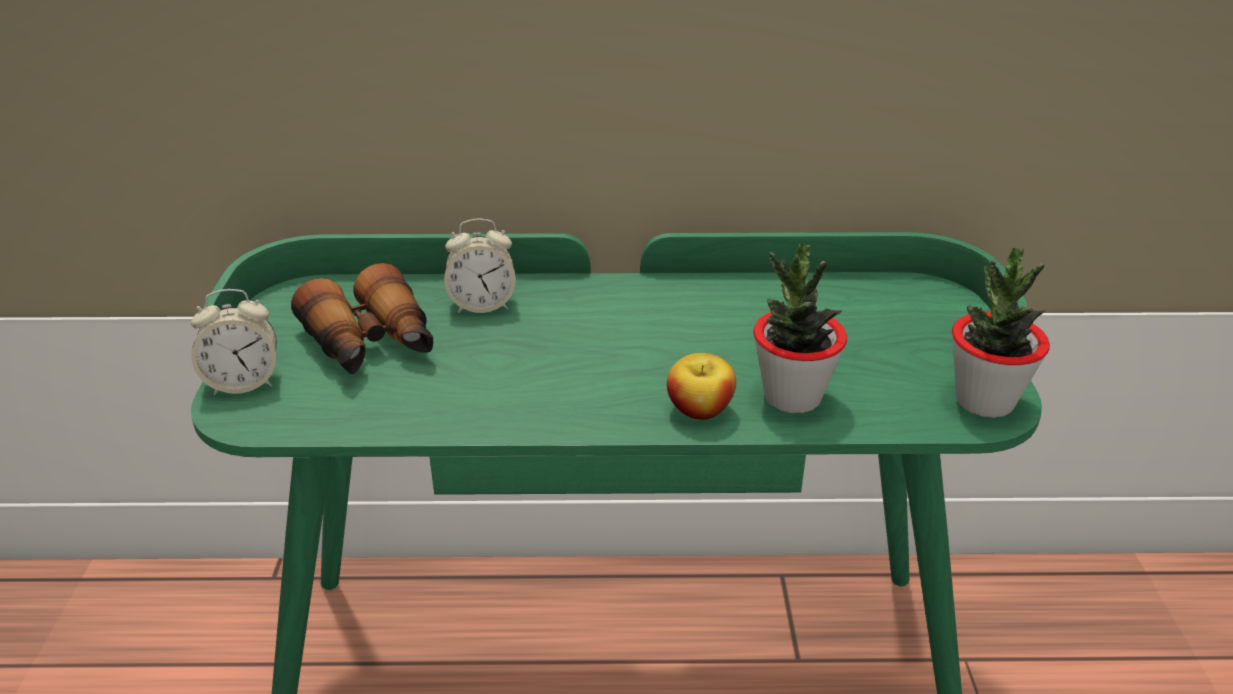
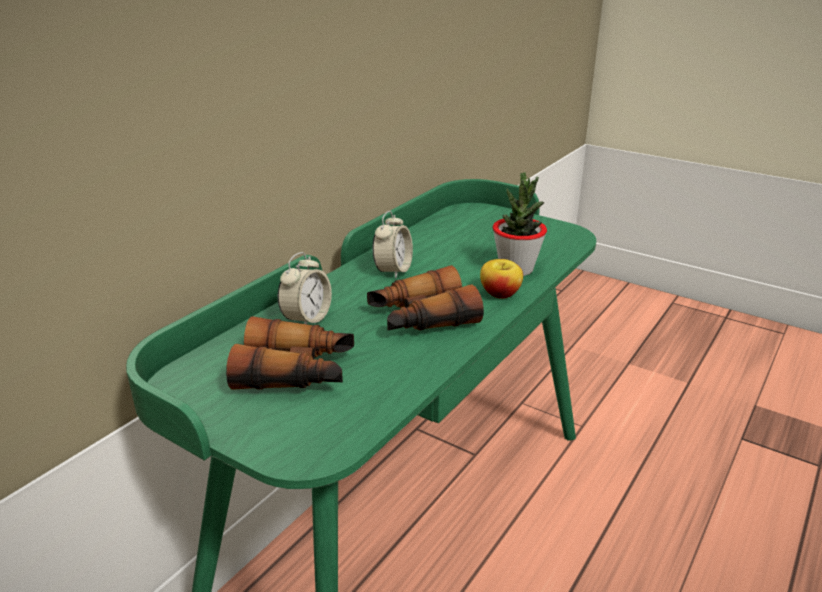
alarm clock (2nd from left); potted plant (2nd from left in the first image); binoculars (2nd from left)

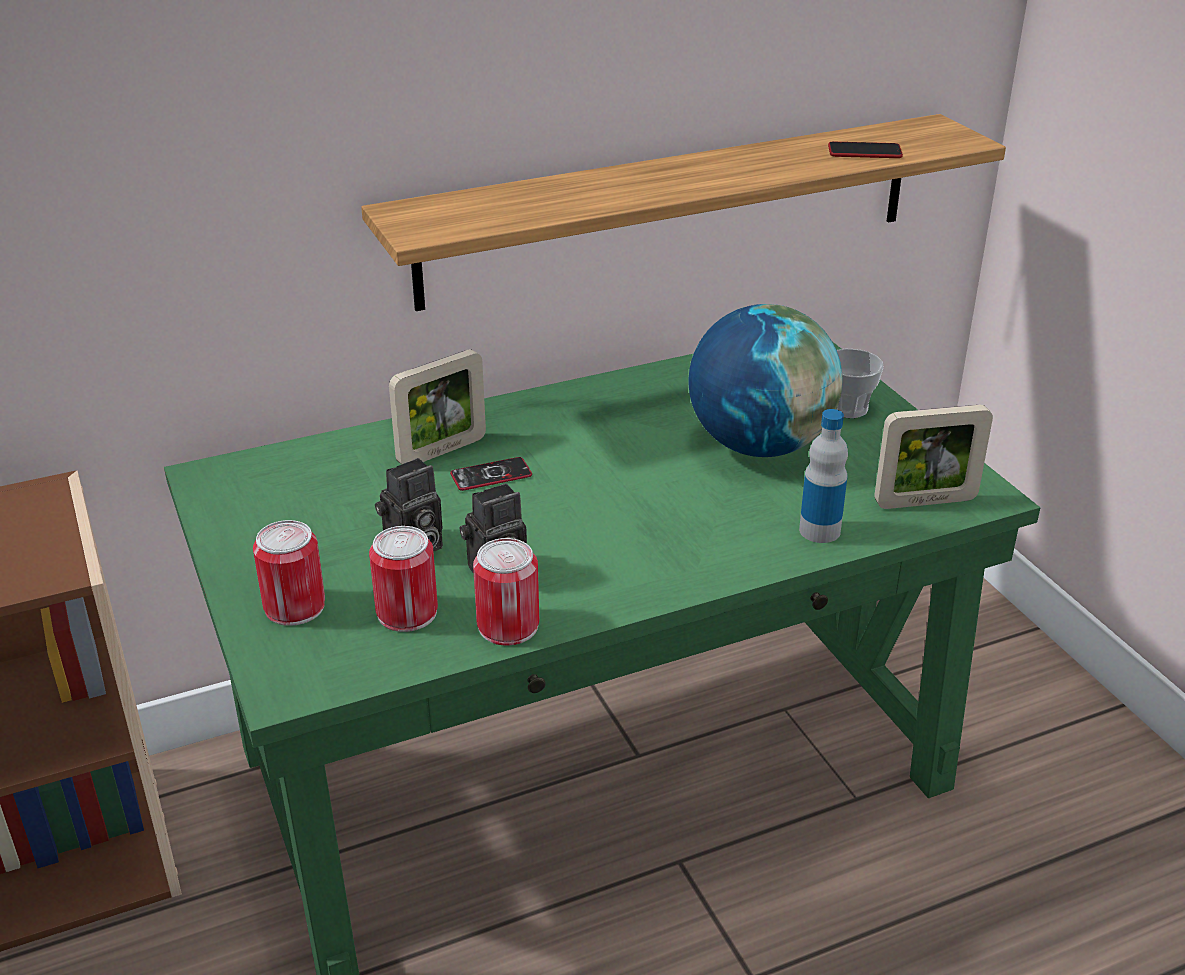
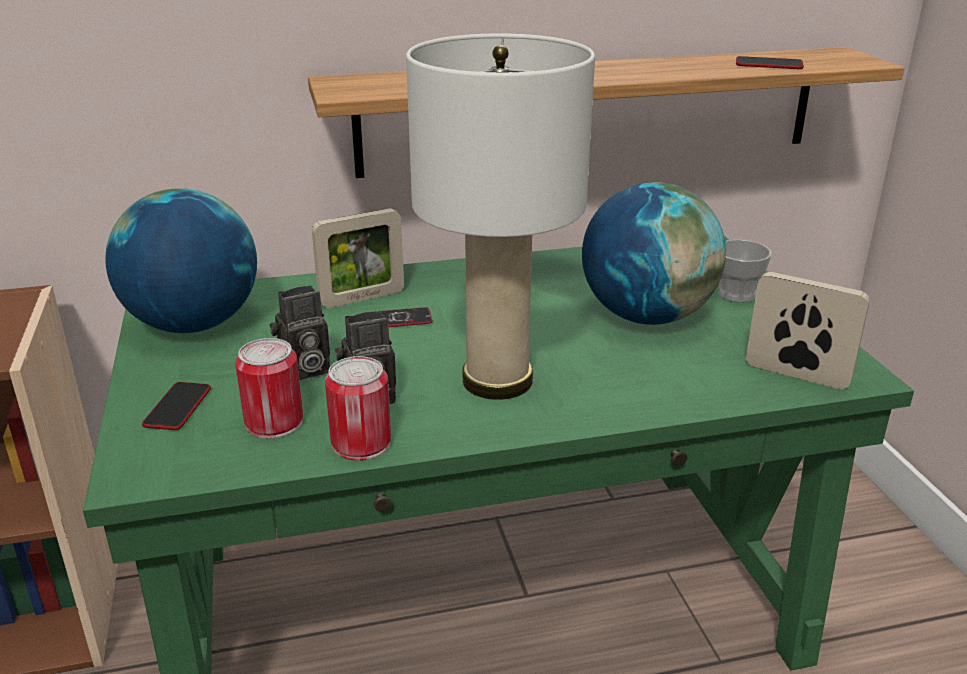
phone (1st from left); bottle; picture frame (2nd from left); globe (1st from left); table lamp in white

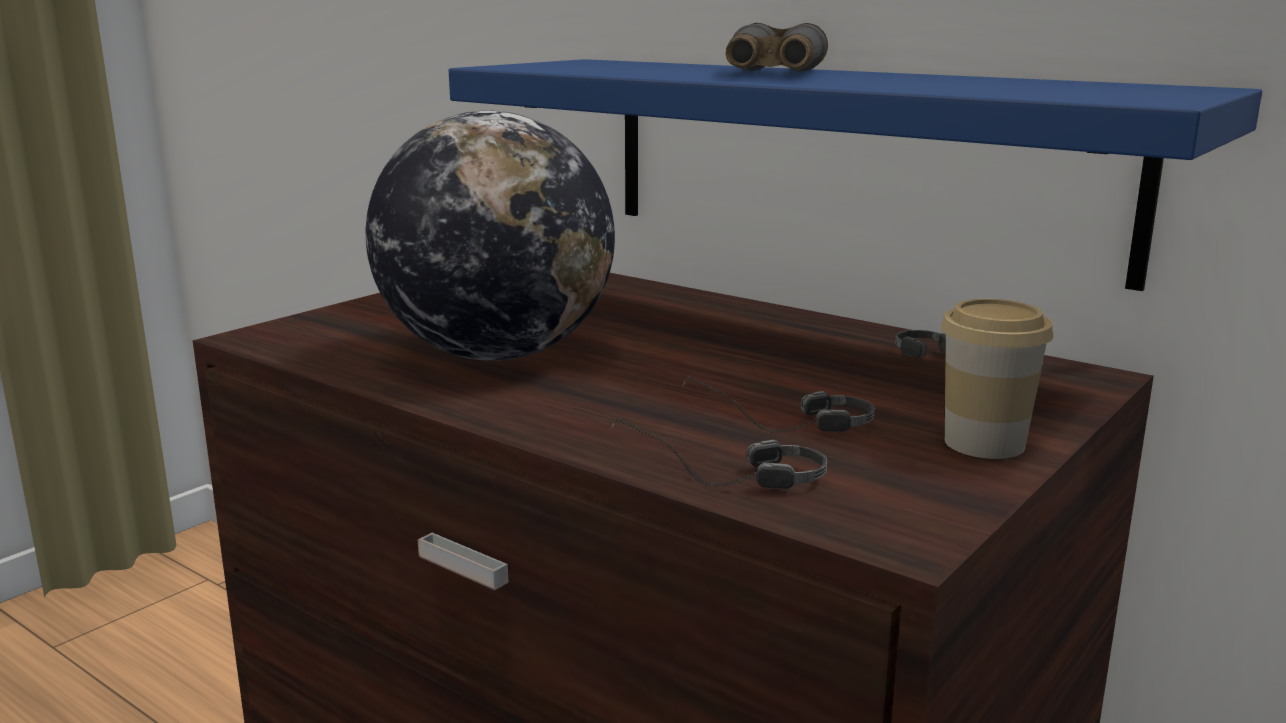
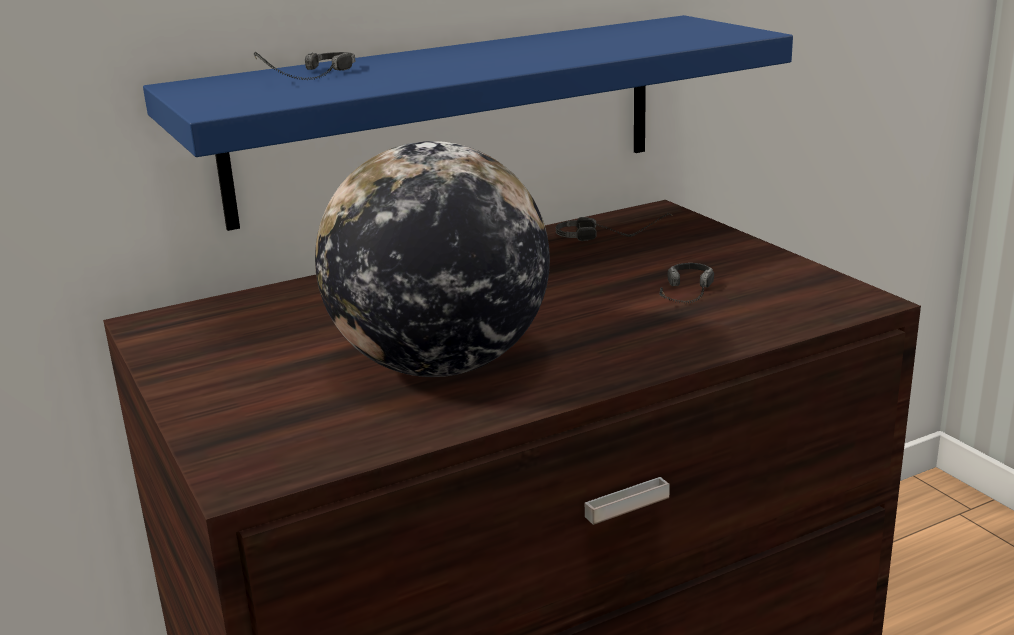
headphones (1st from left); binoculars in grey; cup

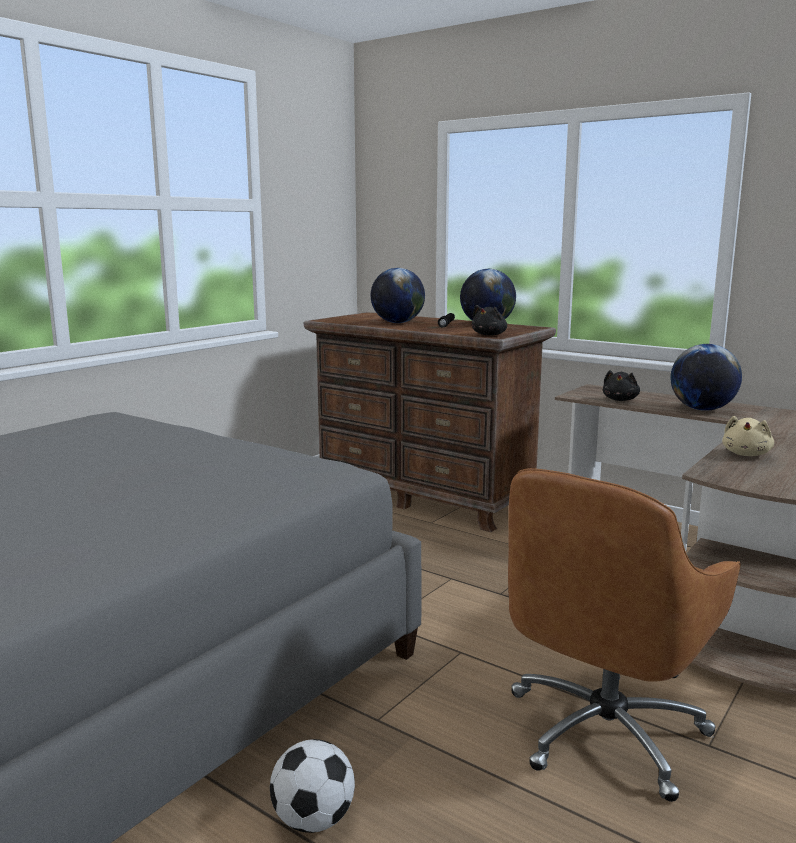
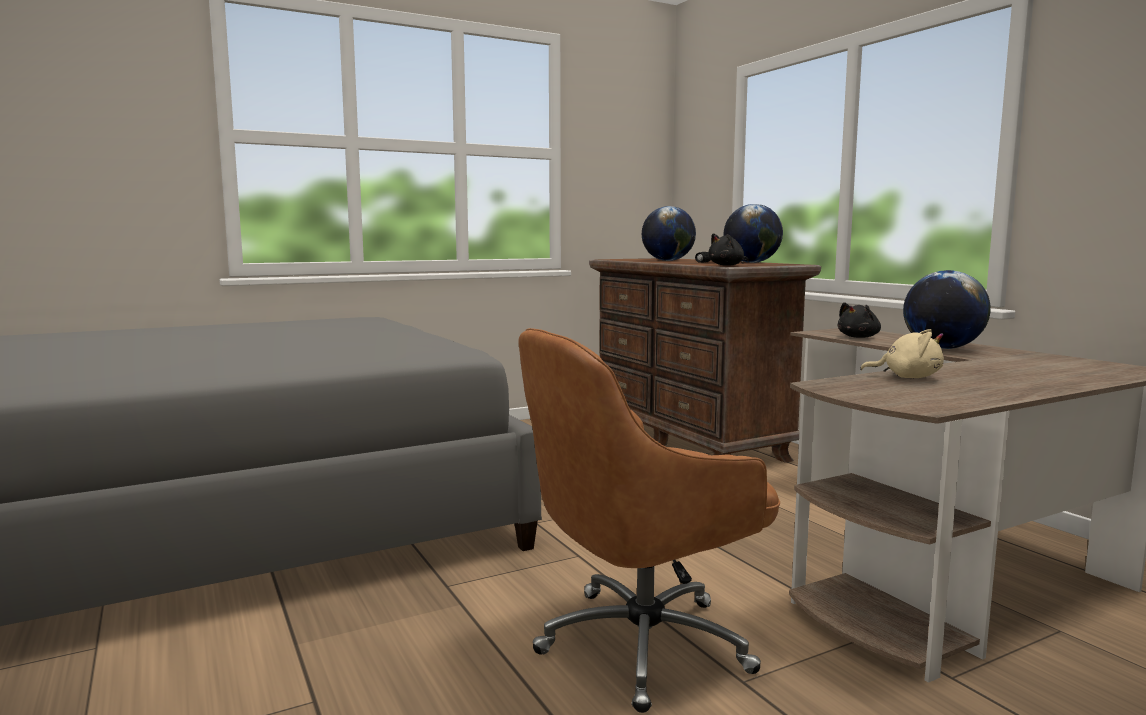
football; plush toy in beige

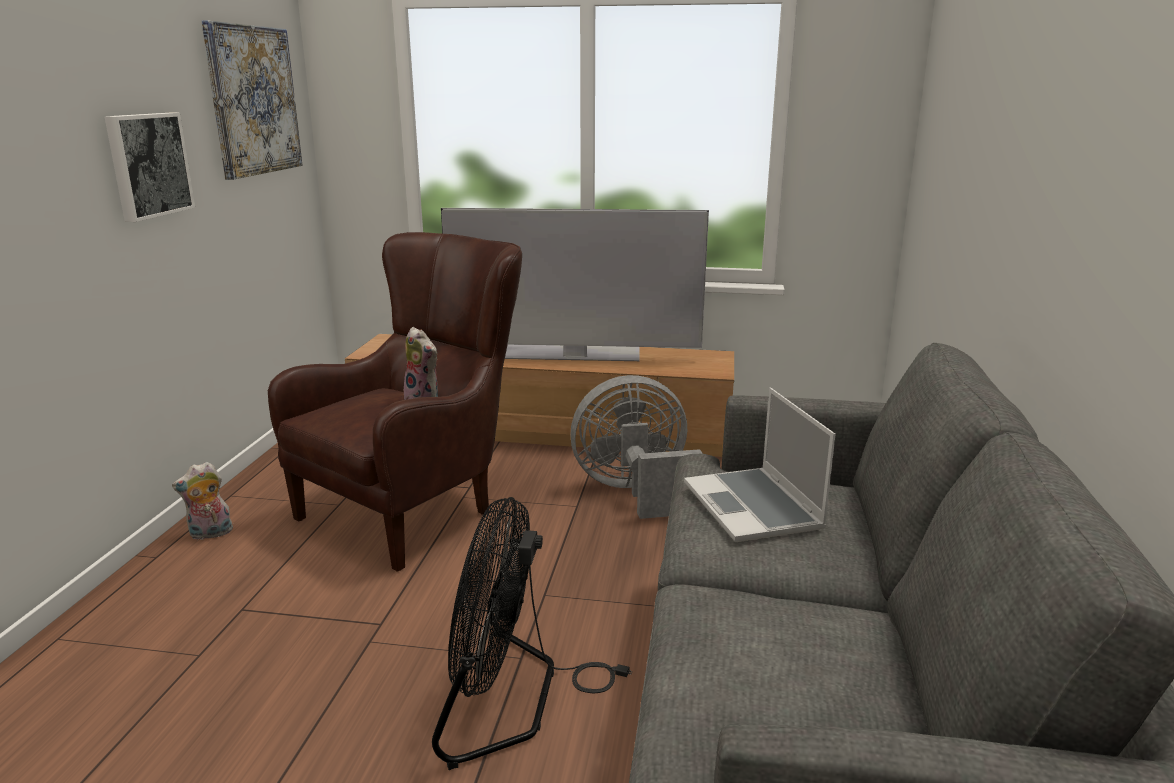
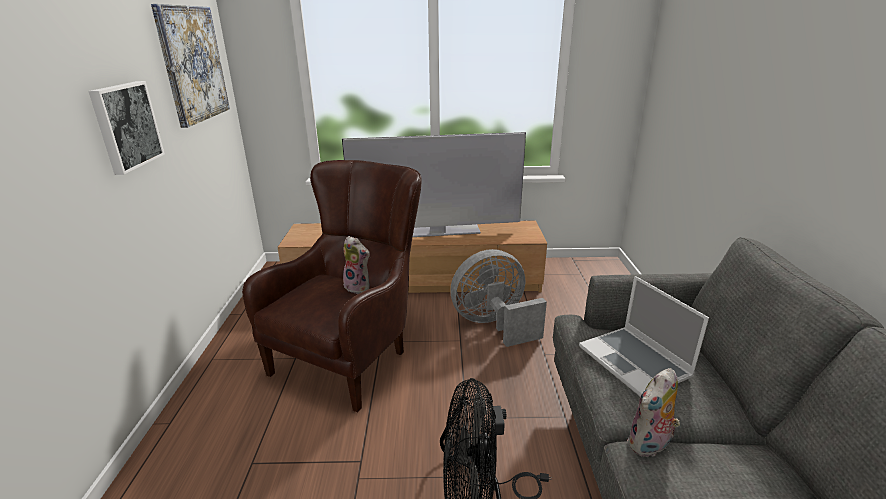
plush toy (2nd from left)

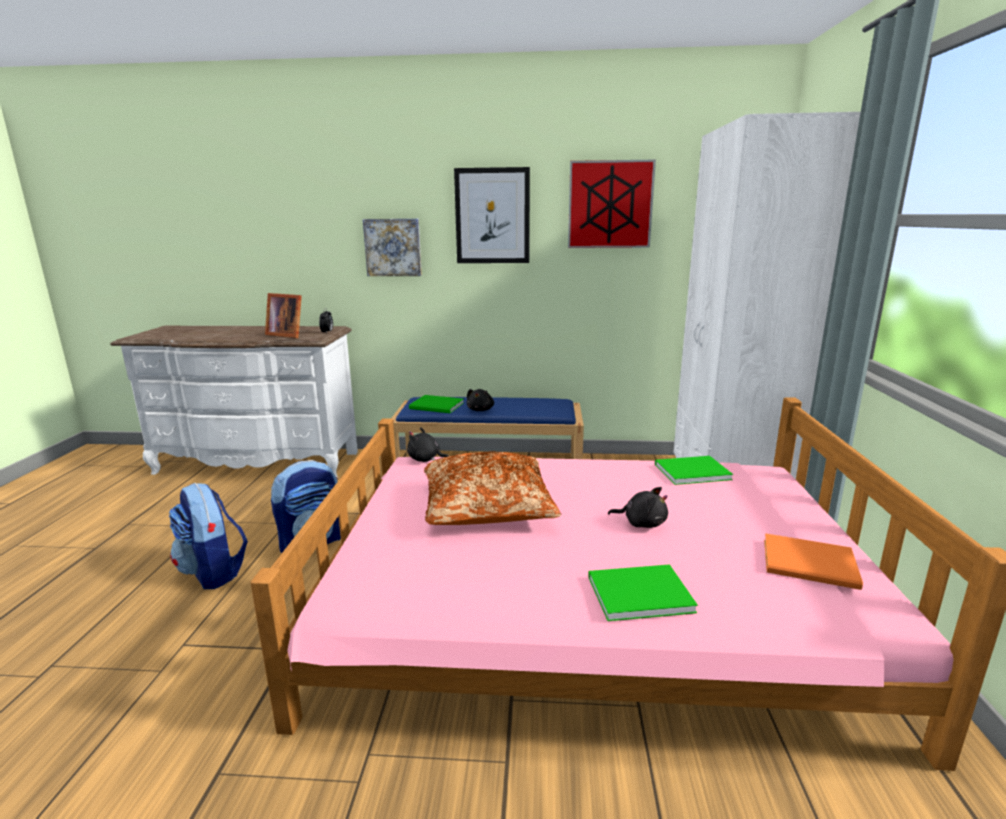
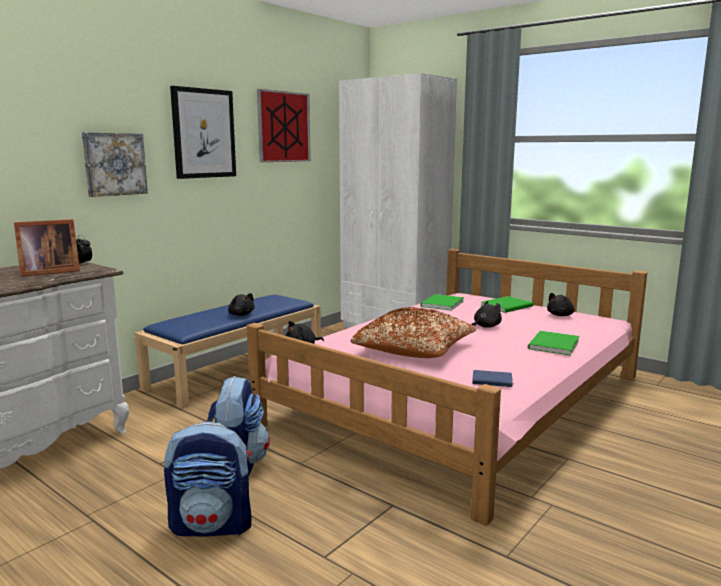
book in green (2nd from left); plush toy in black (4th from left); book in blue

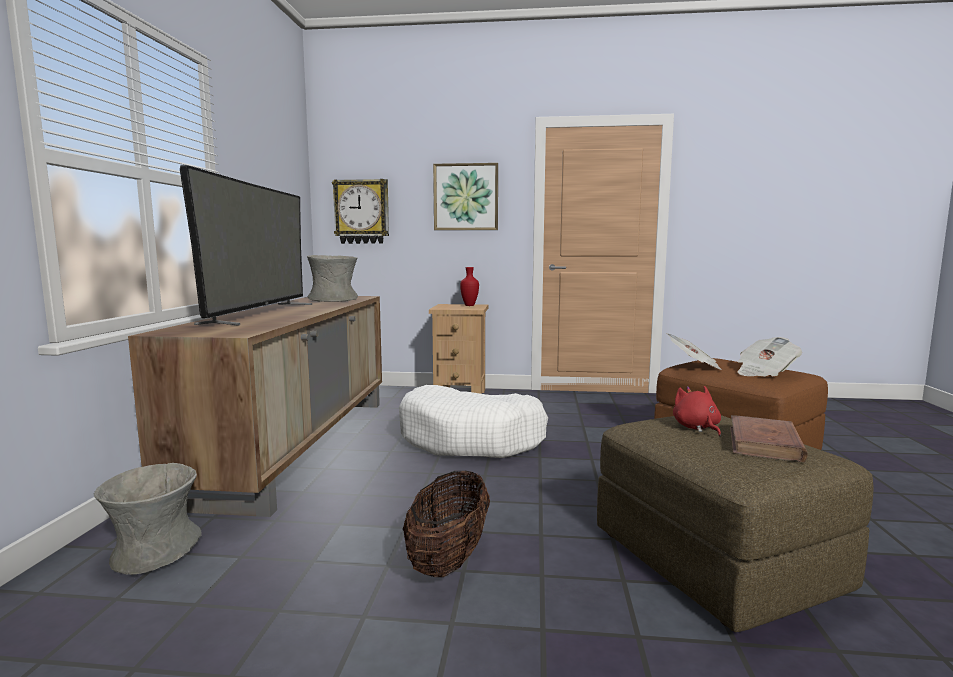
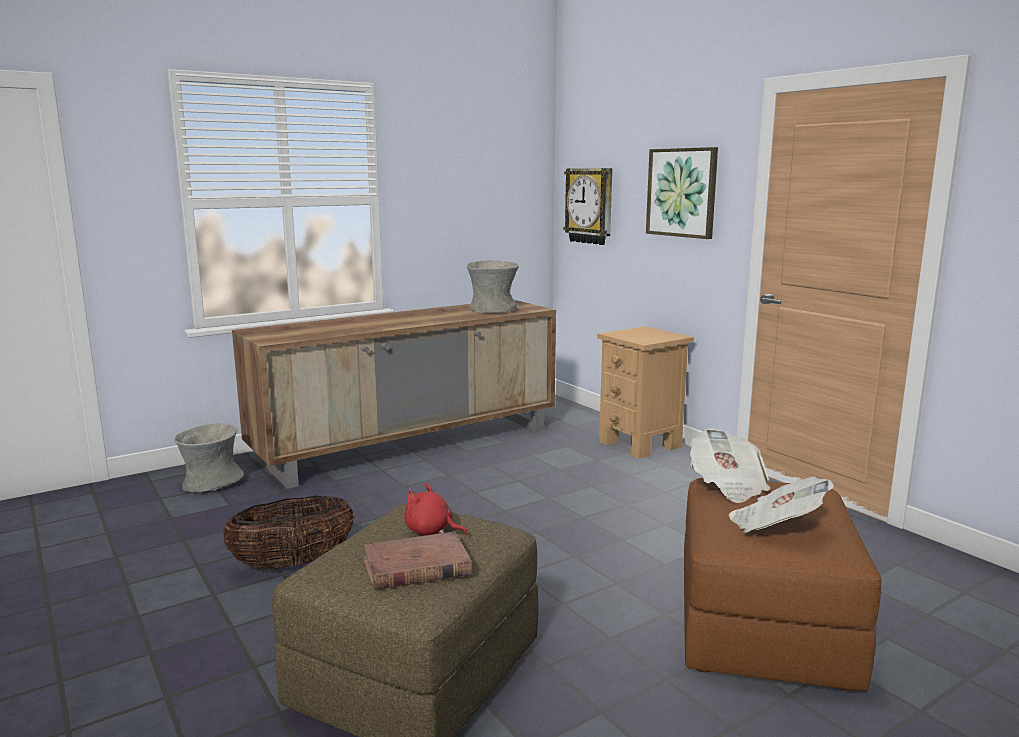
television; dog bed in white; vase in red; plush toy in red

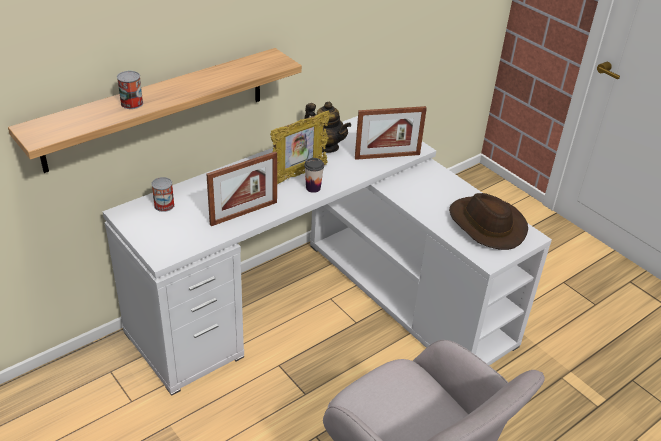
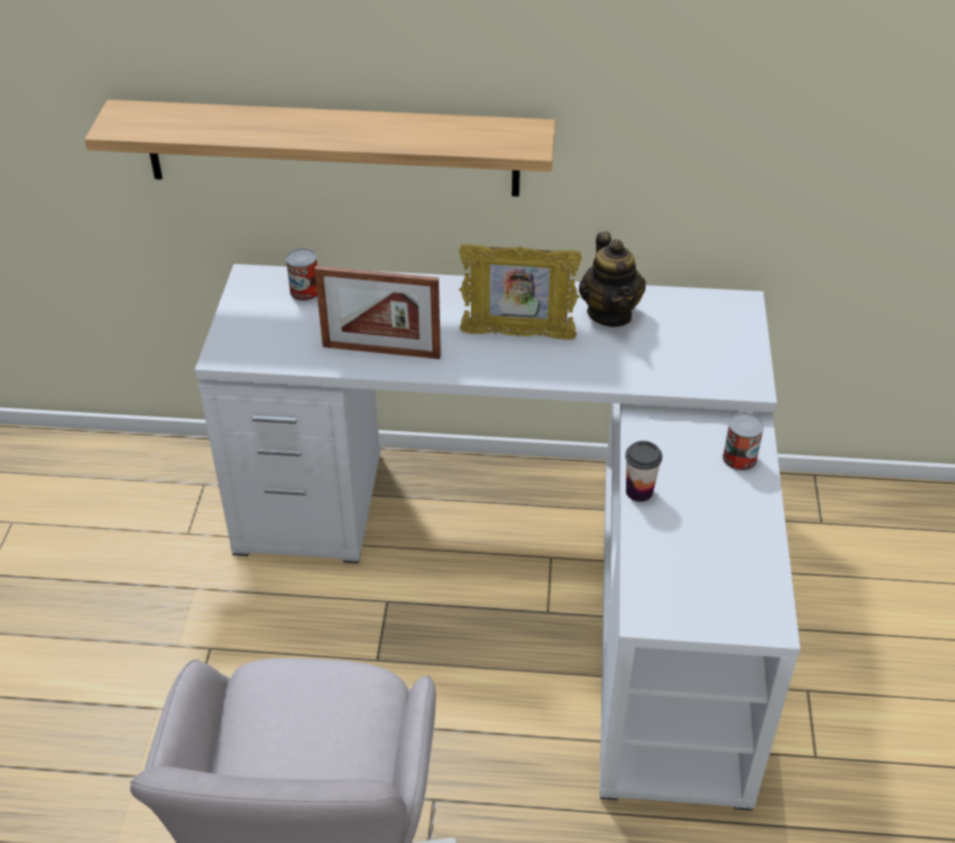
can (2nd from left); cup; picture frame (3rd from left in the first image); hat in brown

